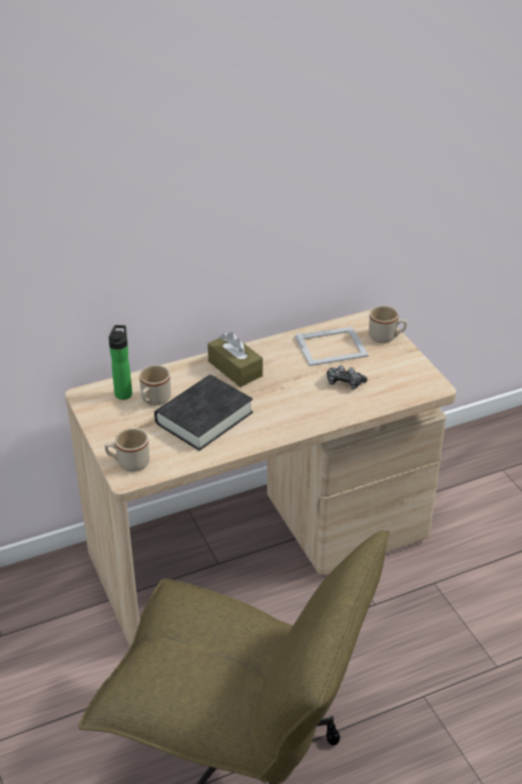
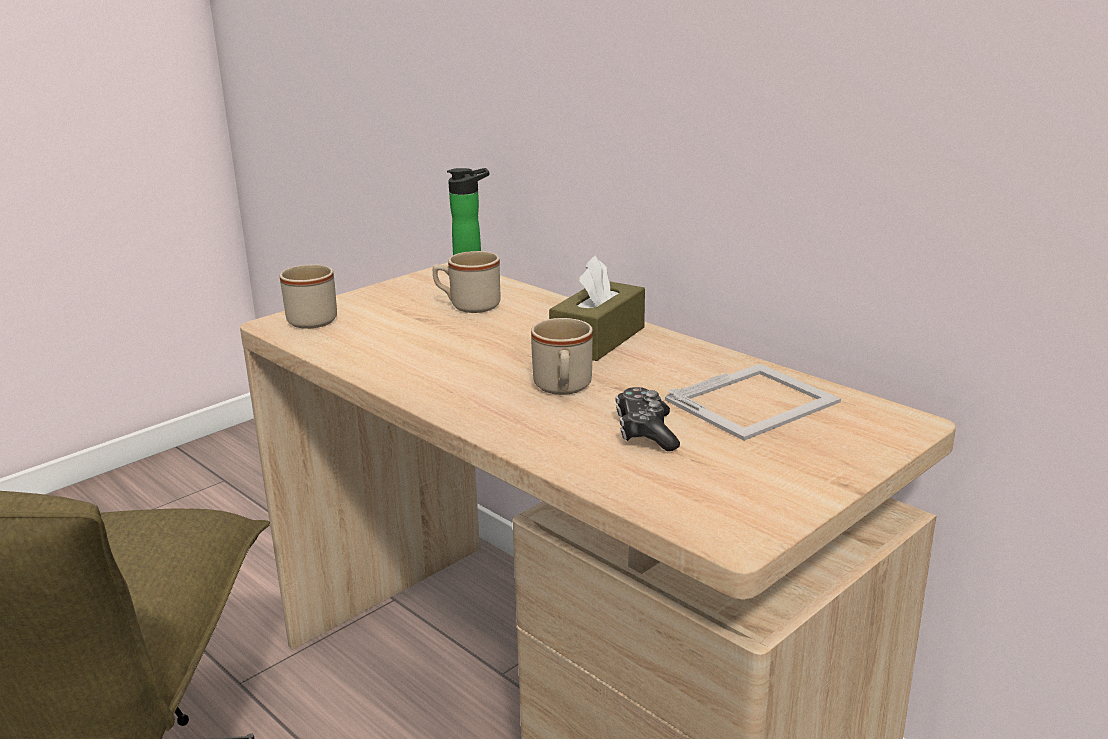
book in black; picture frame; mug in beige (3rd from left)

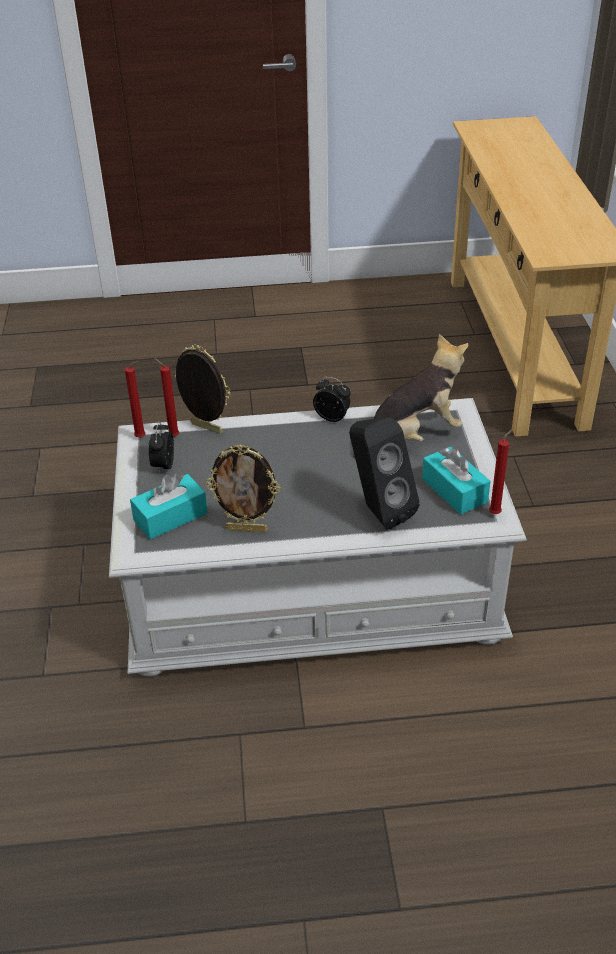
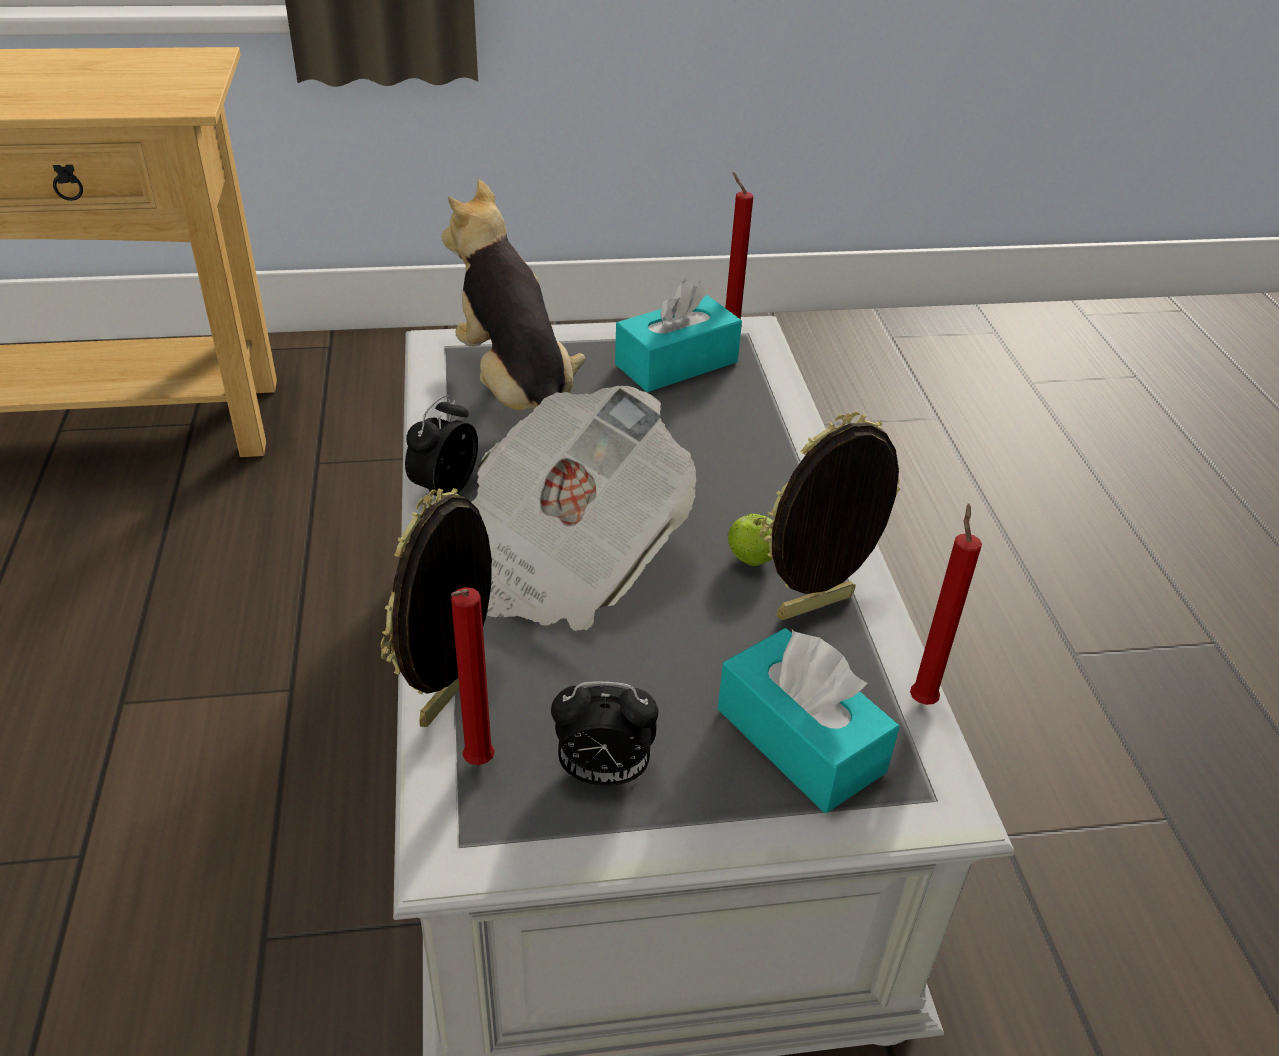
candle in red (3rd from left); picture frame (2nd from left); speaker in black; newspaper; apple

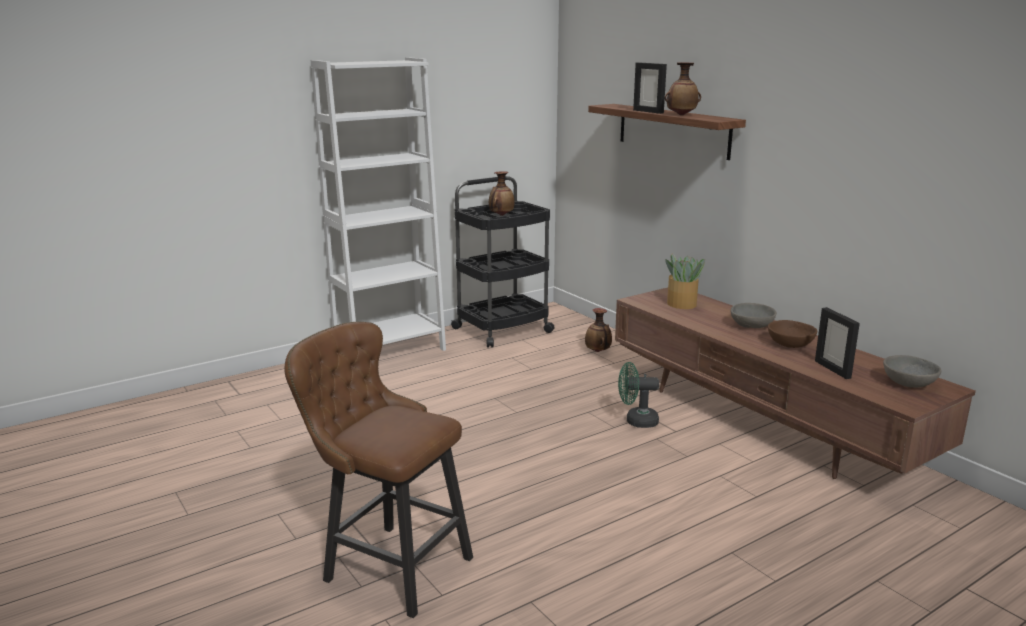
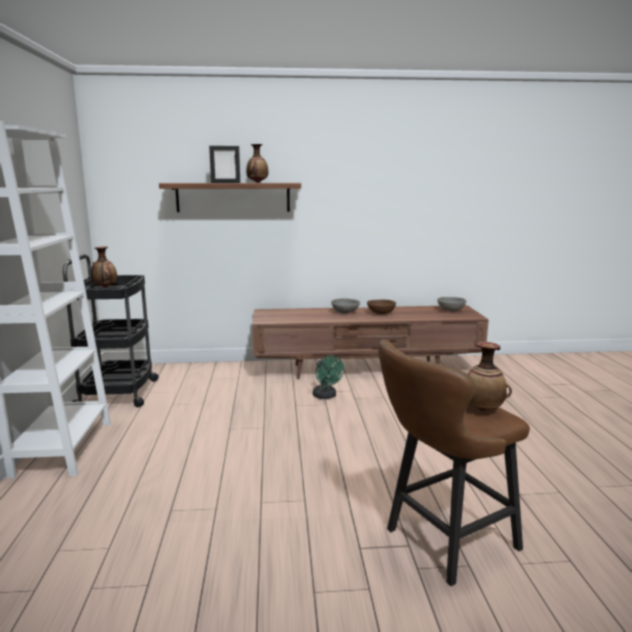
vase (3rd from left); fan in green; potted plant; picture frame (2nd from left in the first image)

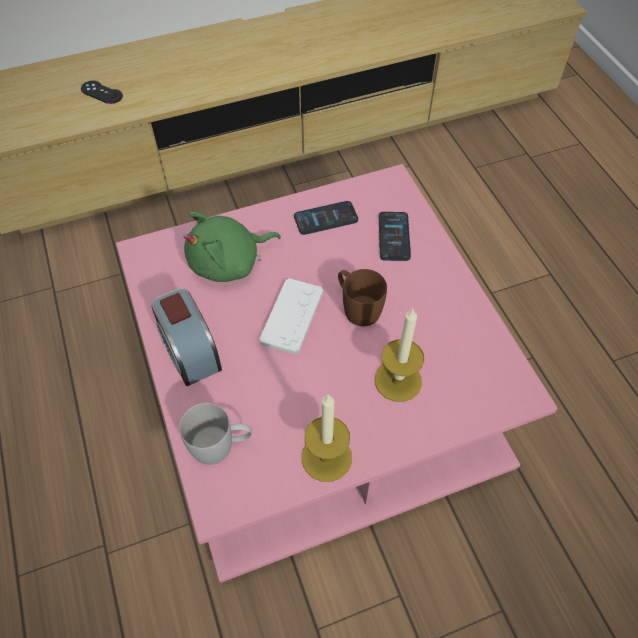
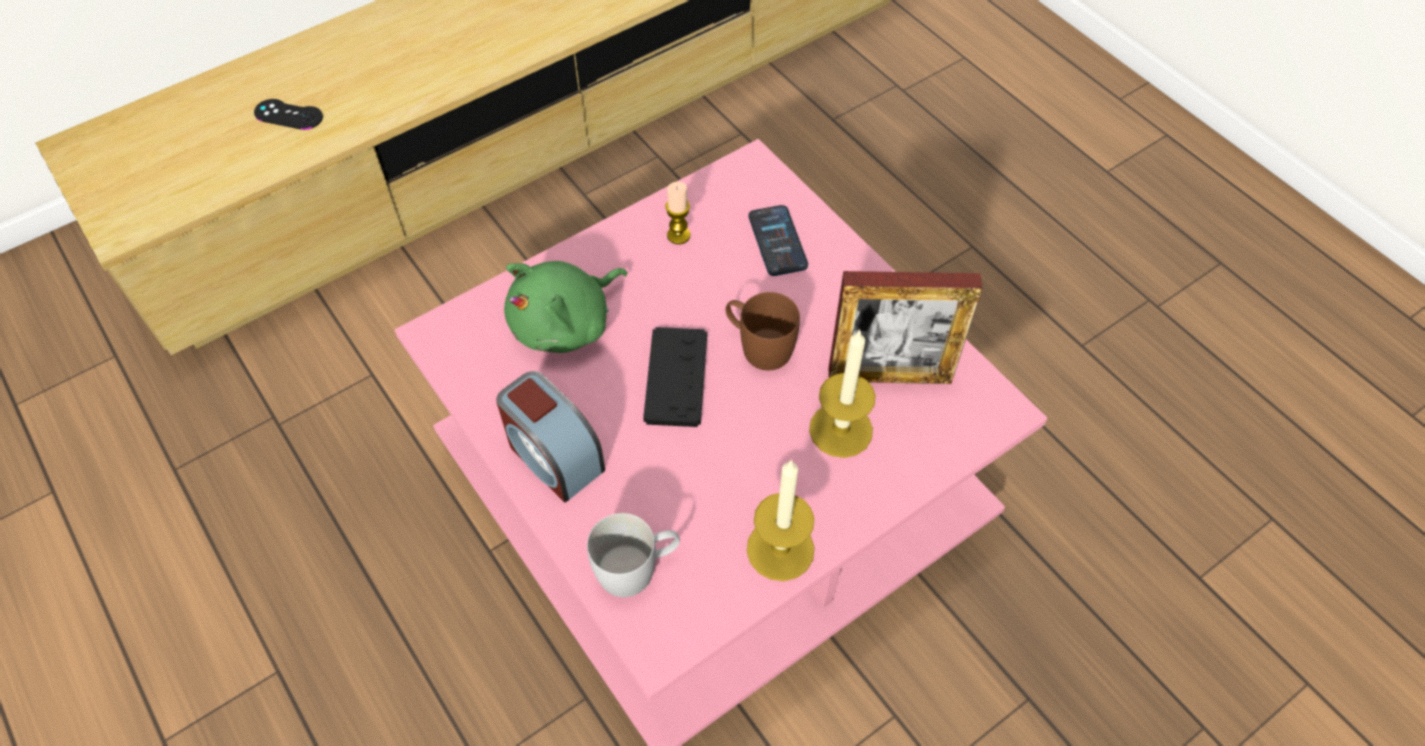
game controller in black (2nd from left); candle (1st from left); picture frame

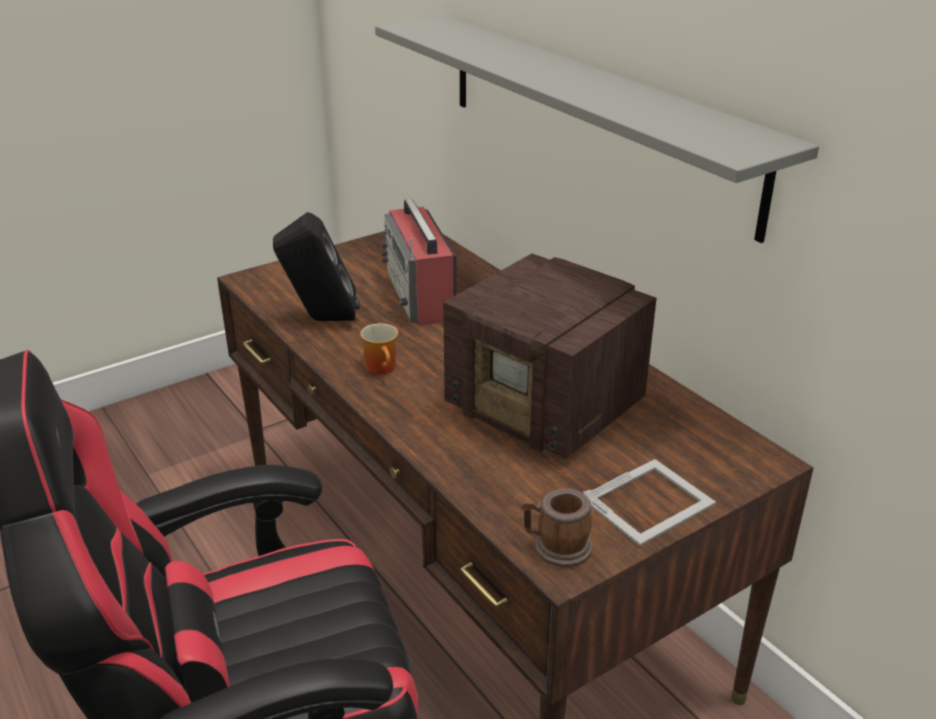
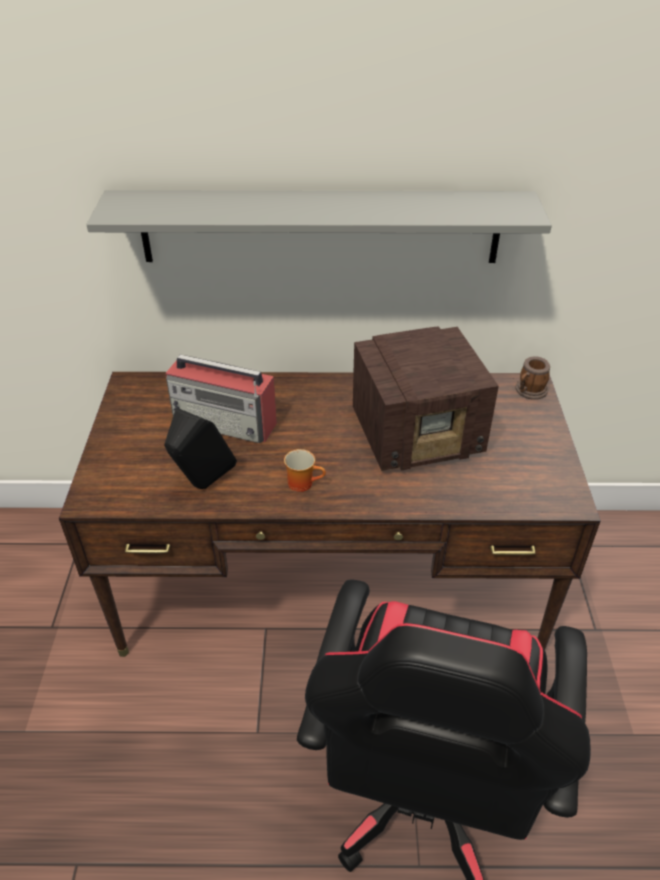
mug (2nd from left); picture frame

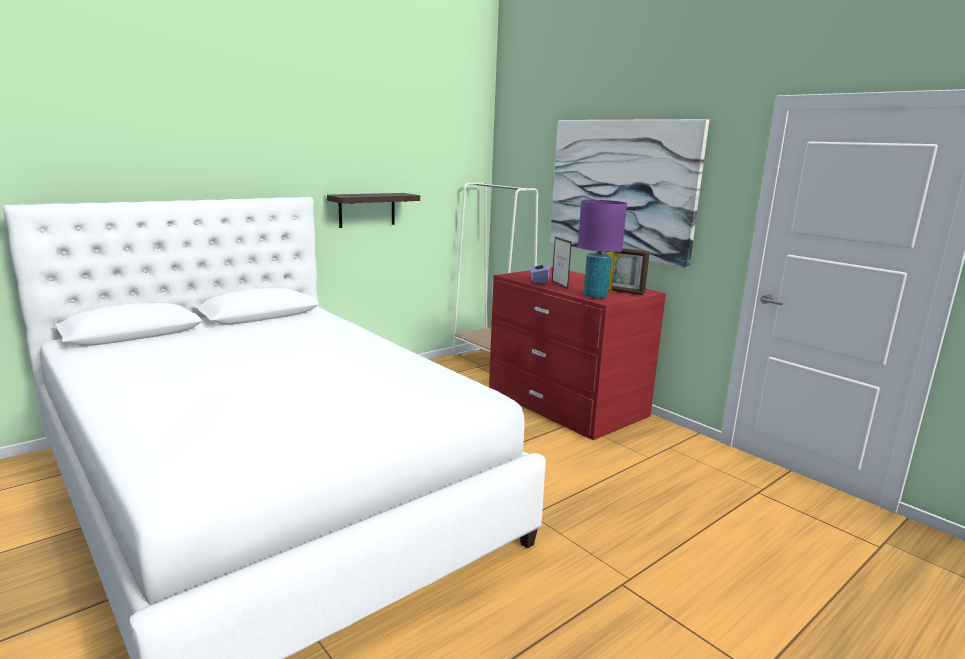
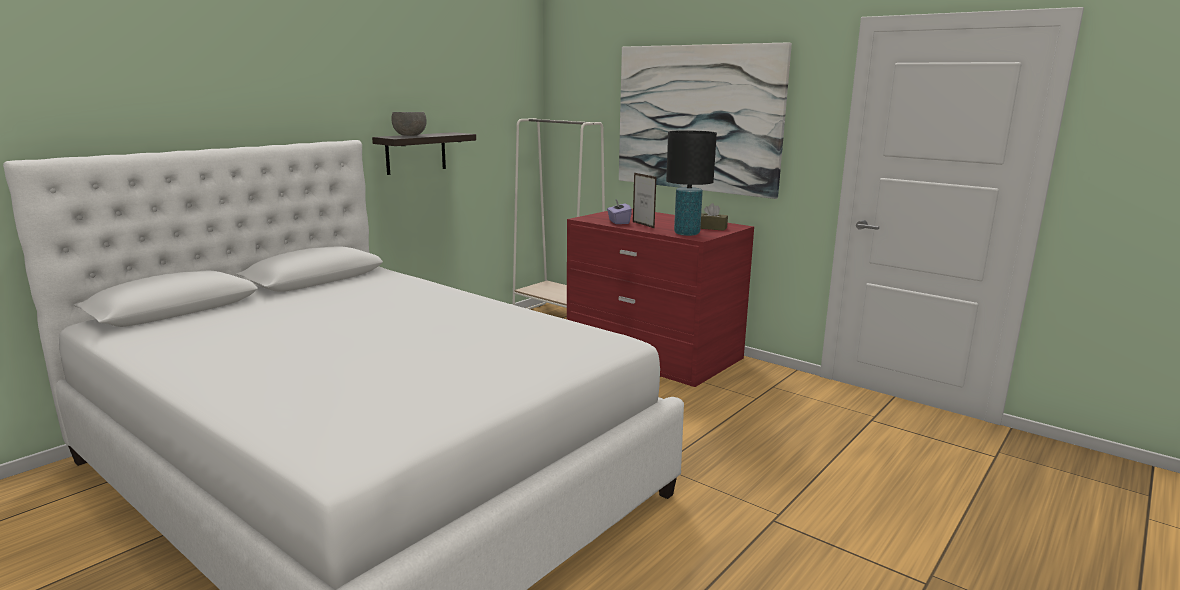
table lamp in black; tissue box in brown; bowl in grey

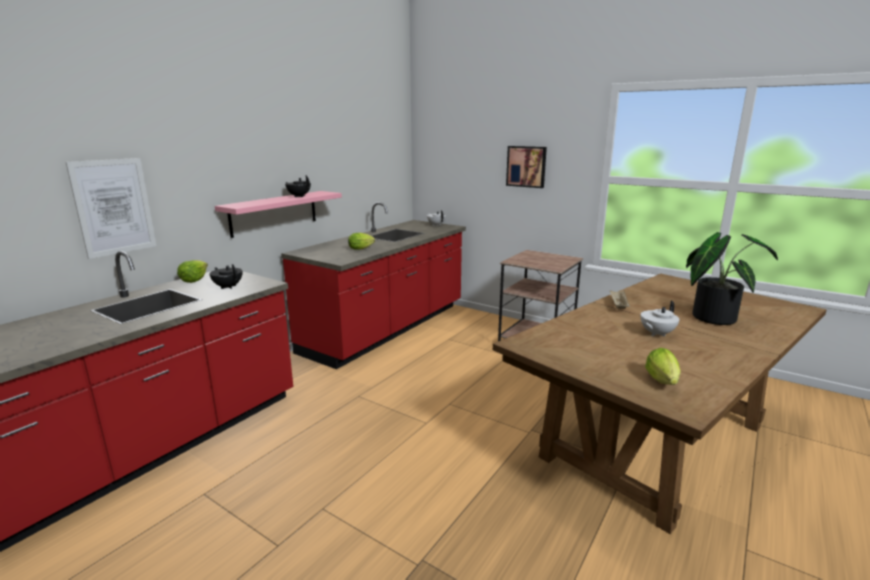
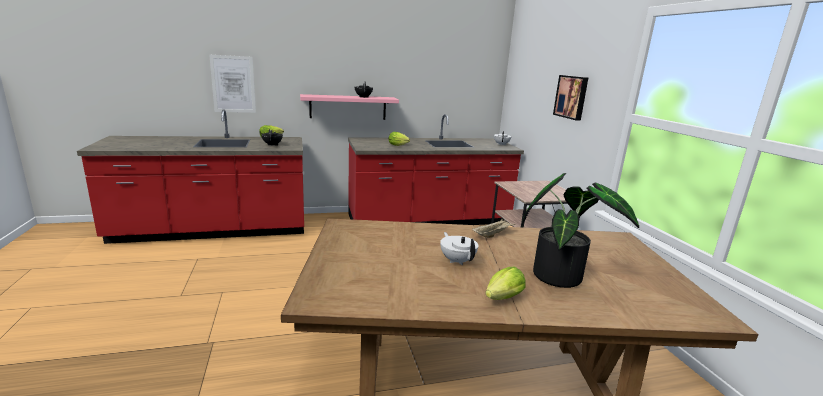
teapot in white (1st from left); lettuce (3rd from left)

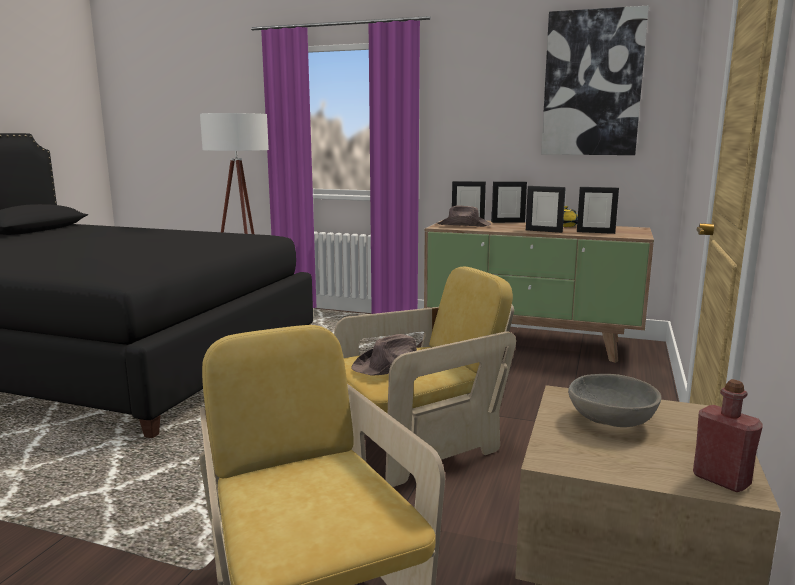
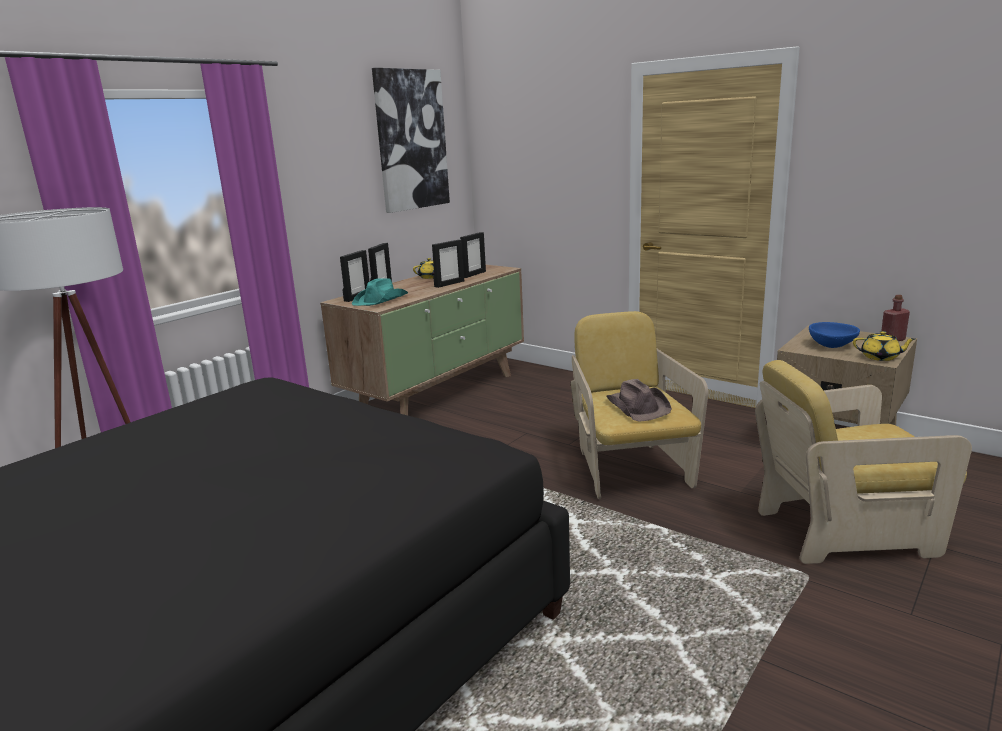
hat in turquoise; bowl in blue; teapot in yellow (2nd from left)

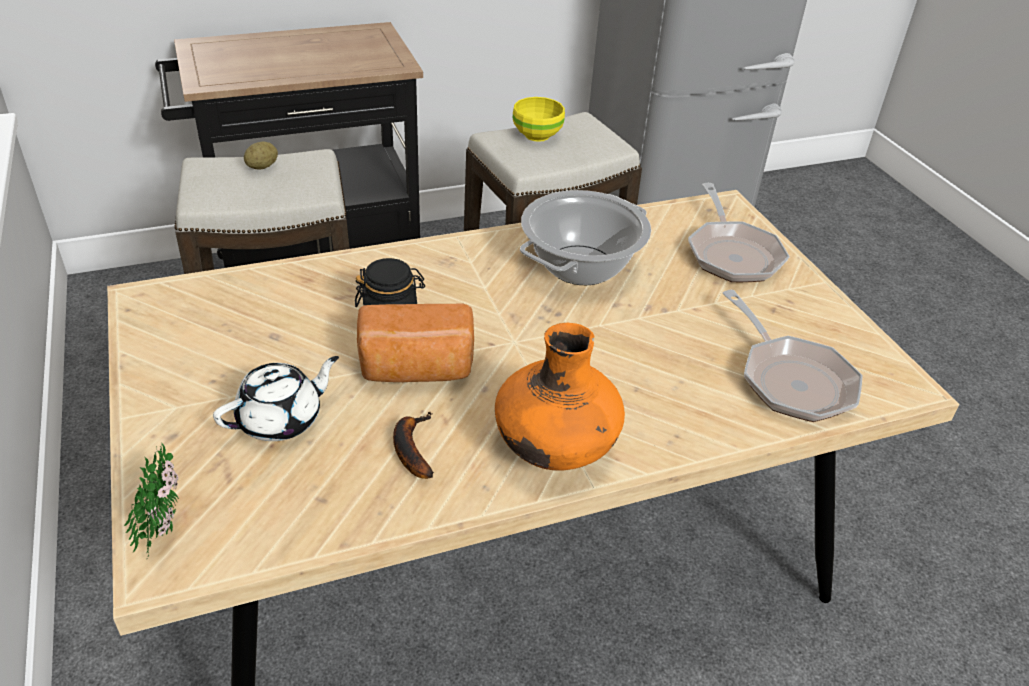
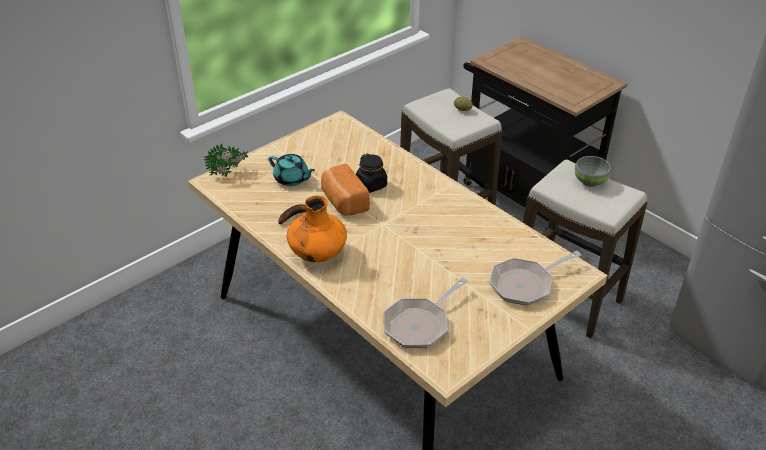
teapot in turquoise; bowl in grey; cooking pot

